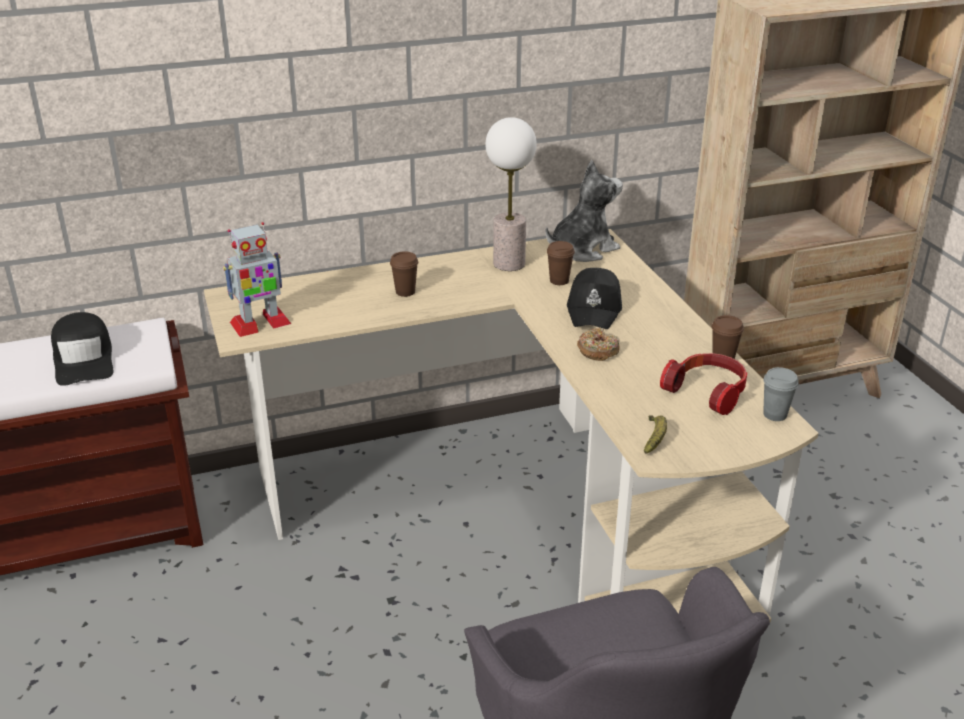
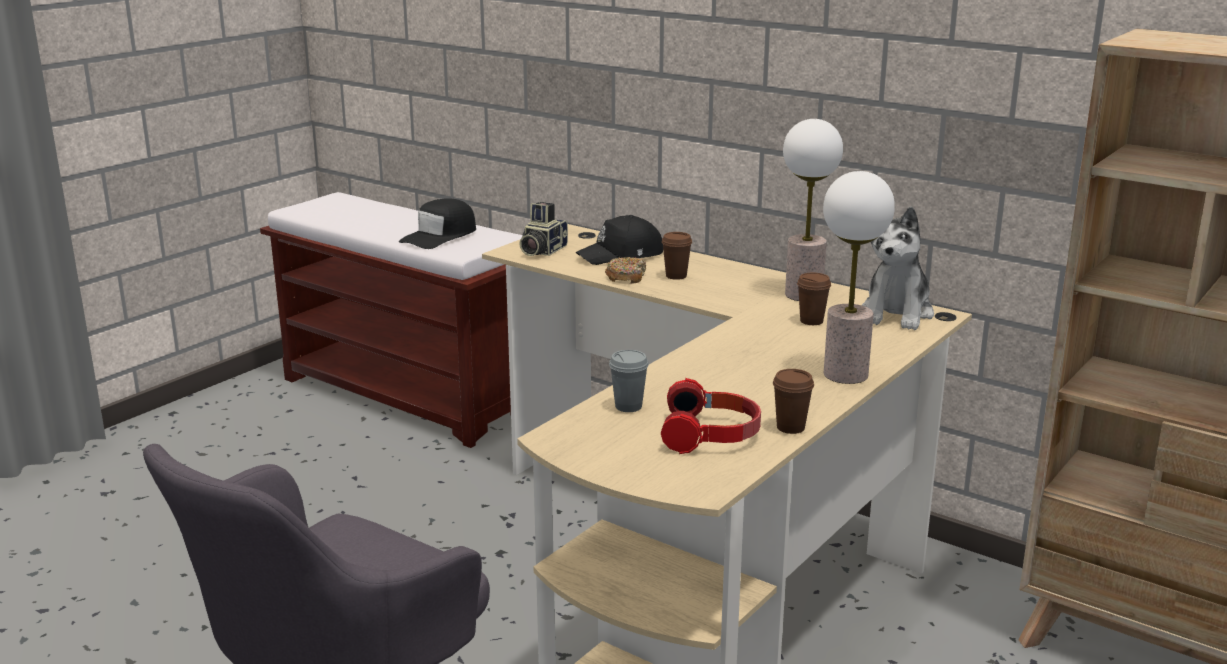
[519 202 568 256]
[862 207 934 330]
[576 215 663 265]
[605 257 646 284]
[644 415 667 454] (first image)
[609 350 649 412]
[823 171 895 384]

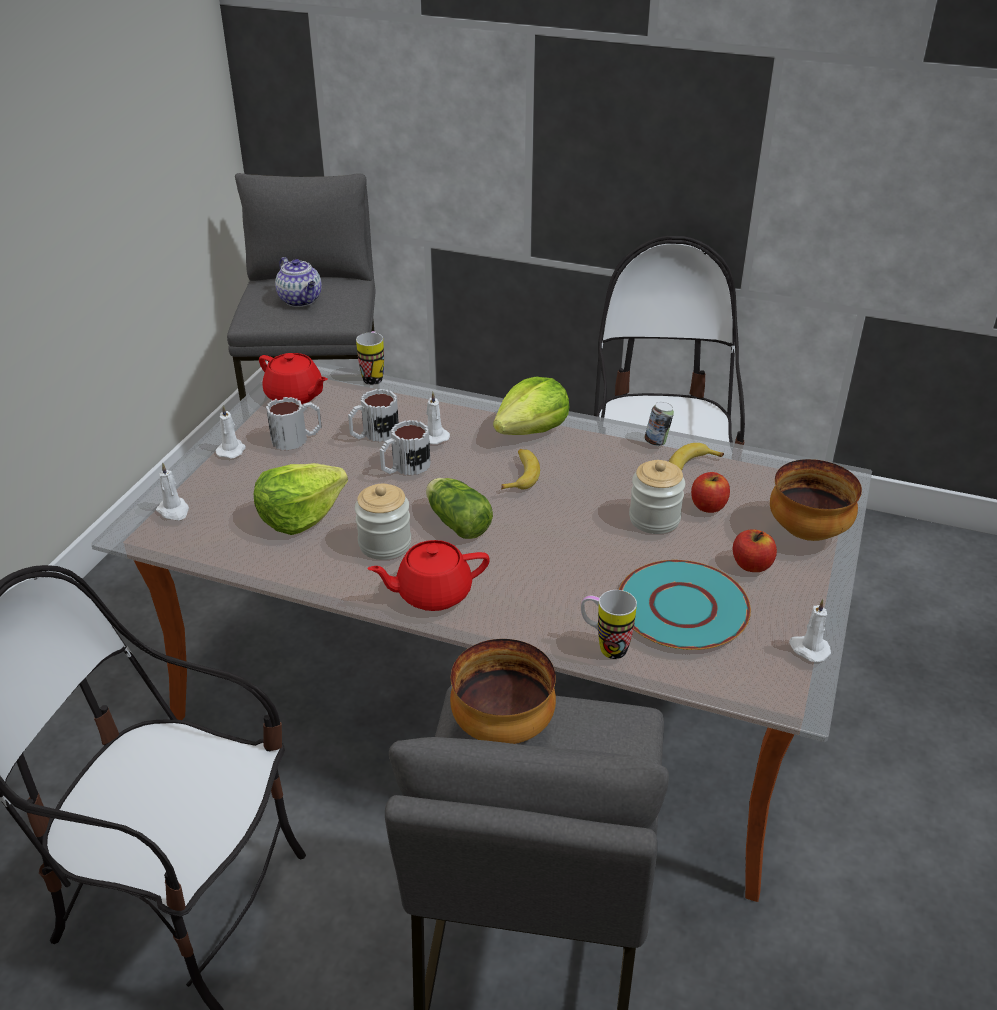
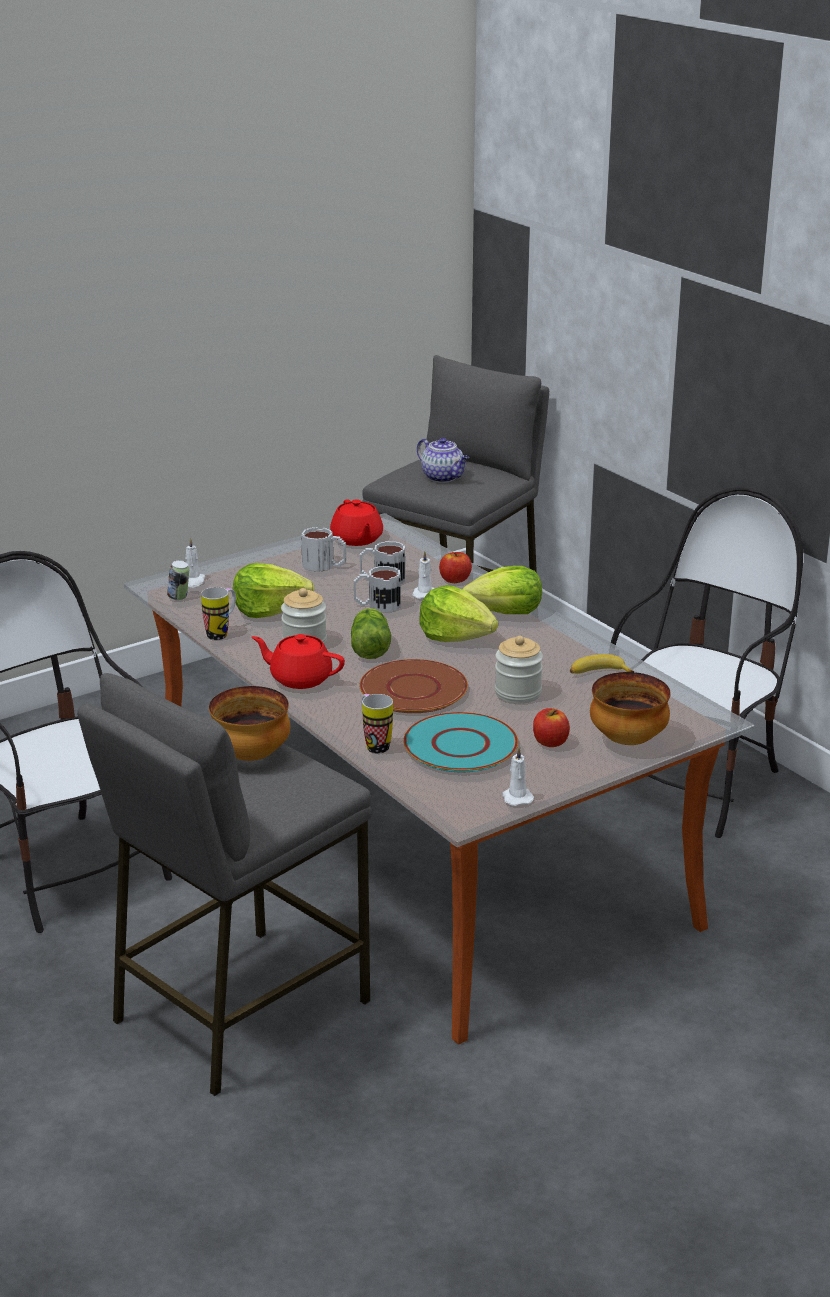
[216 405 246 458] (first image)
[417 438 469 483]
[201 587 236 640]
[419 585 498 642]
[167 560 189 600]
[439 552 472 583]
[359 659 468 713]

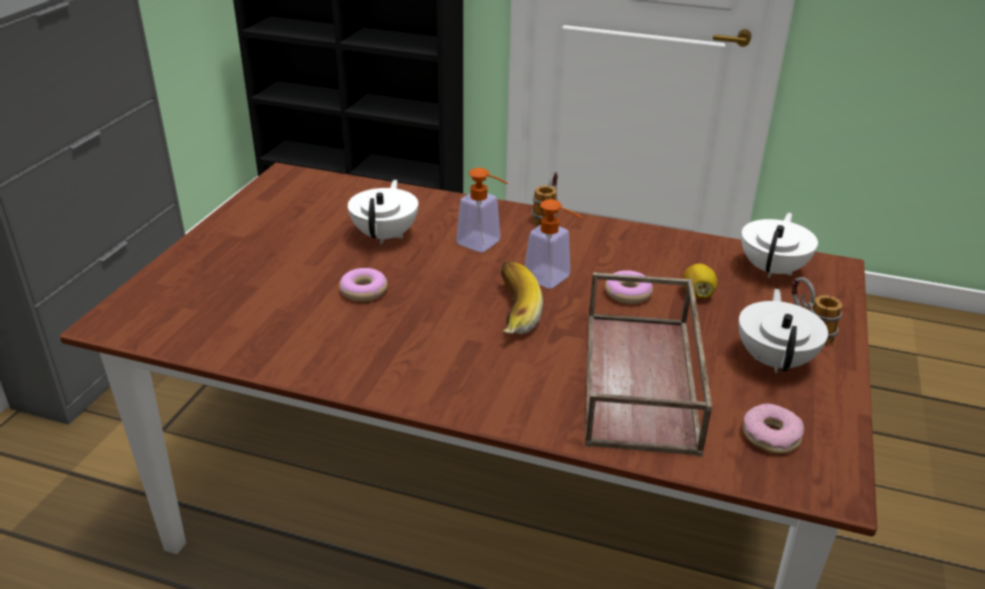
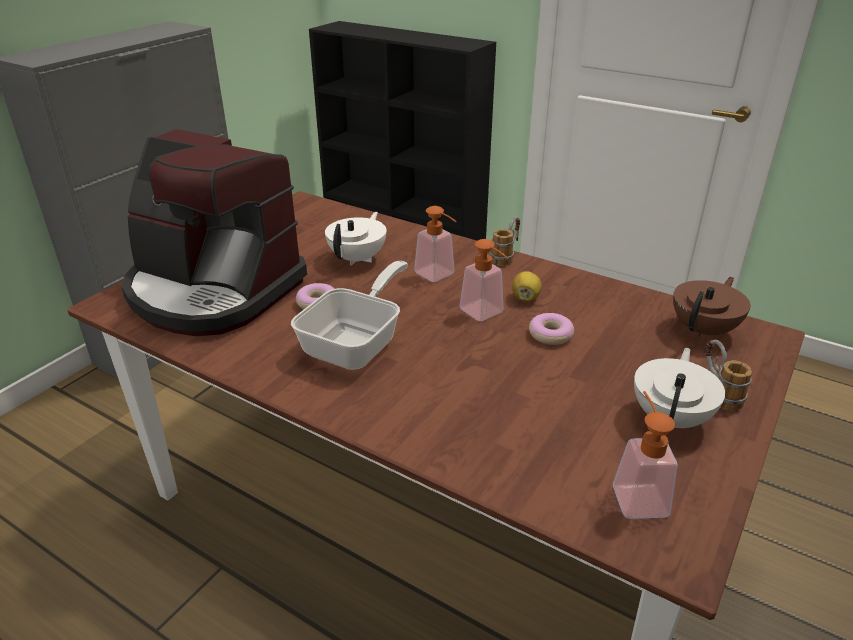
[501 262 543 334] (first image)
[585 272 712 457] (first image)
[512 271 542 302]
[673 277 751 338]
[613 391 677 519]
[121 129 307 336]
[291 261 408 370]

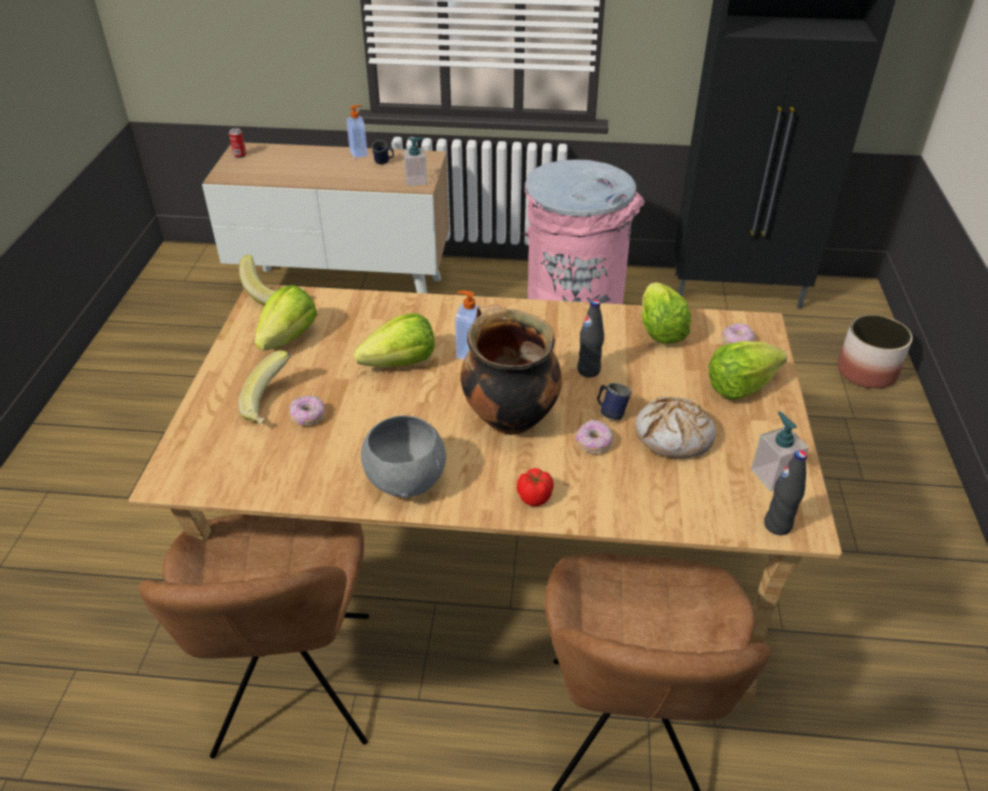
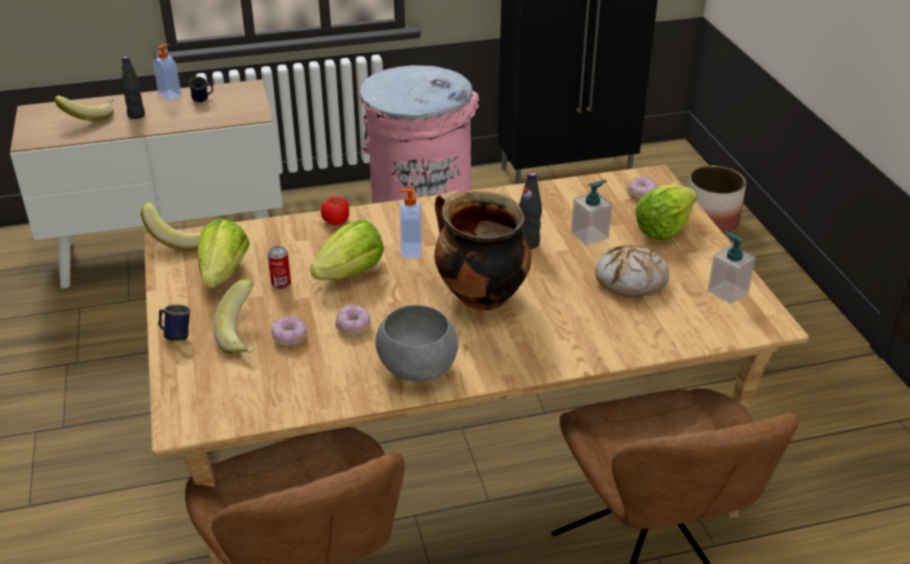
[268 246 291 289]
[571 180 612 246]
[321 196 349 225]
[335 305 371 335]
[158 305 190 341]
[641 282 691 344] (first image)
[122 56 145 119]
[55 96 114 121]

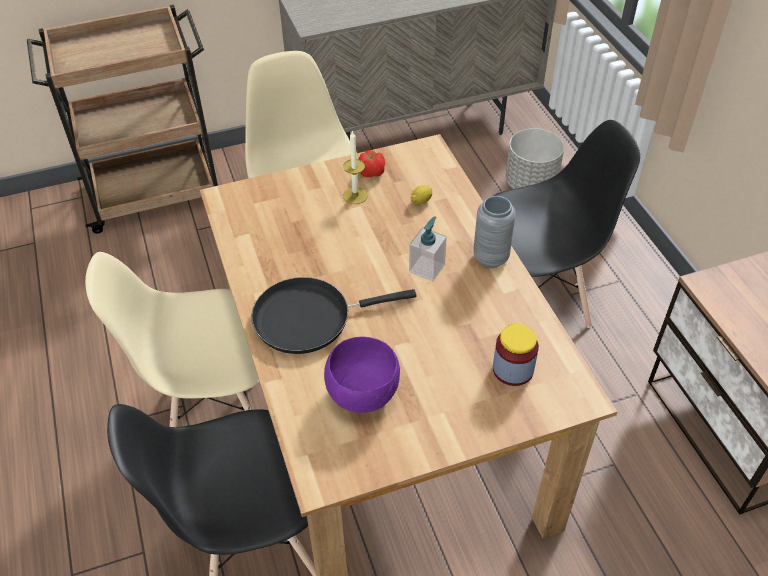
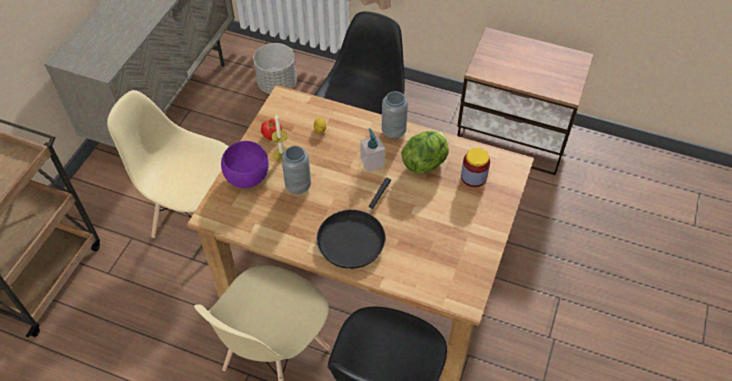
[221 141 269 188]
[281 146 311 194]
[401 131 449 174]

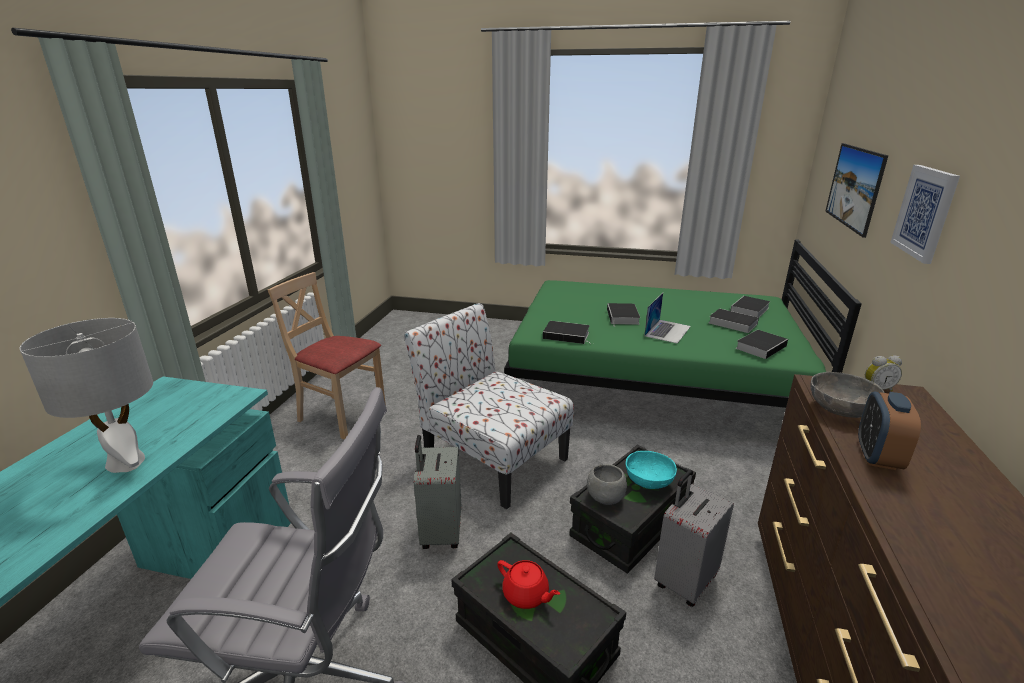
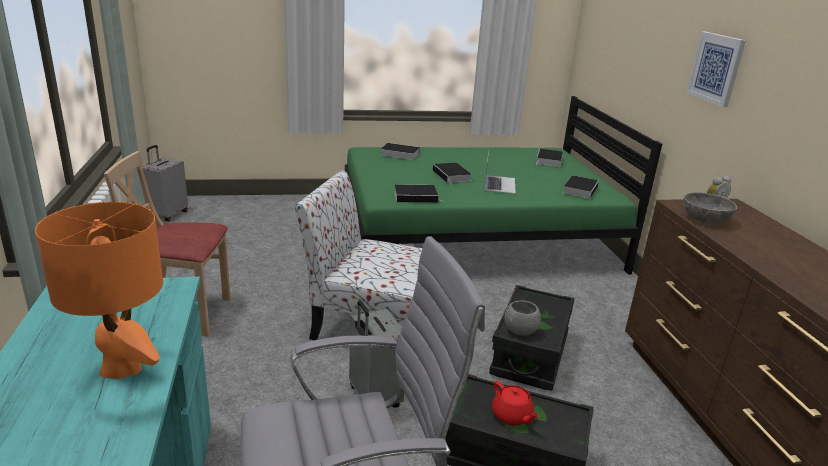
[35 202 163 379]
[492 381 540 425]
[626 451 677 489] (first image)
[142 145 188 221]
[381 143 420 160]
[825 143 888 238] (first image)
[858 392 921 470] (first image)

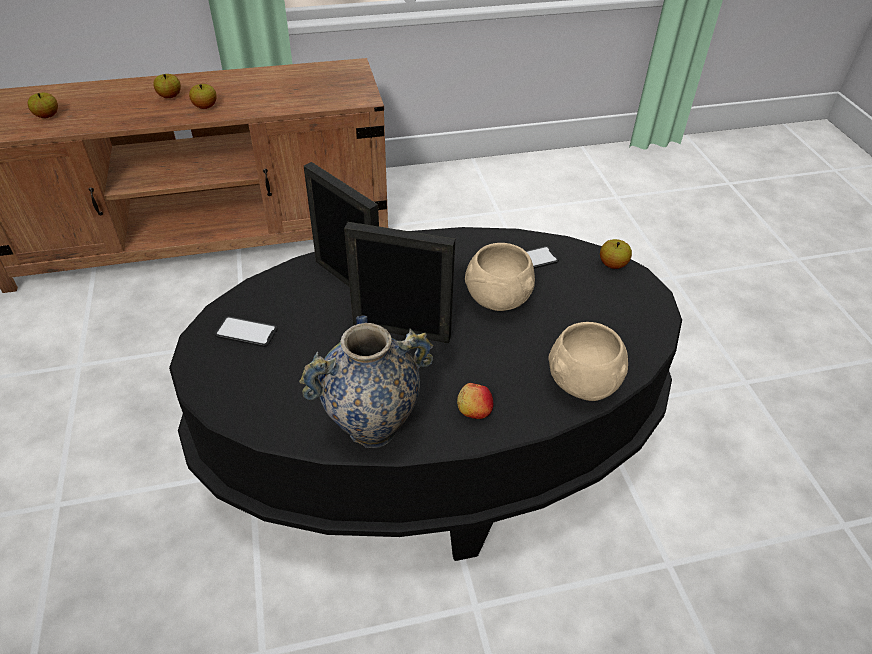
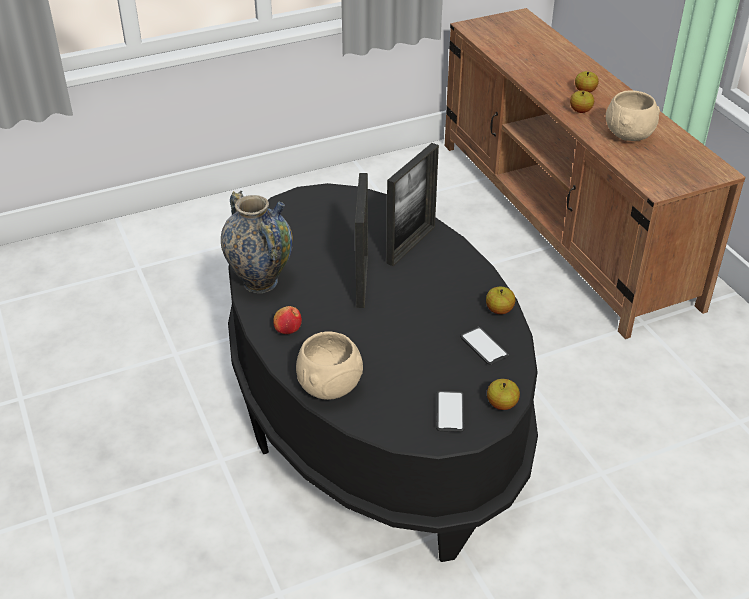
[486 287 515 314]
[436 390 464 432]
[606 90 660 141]

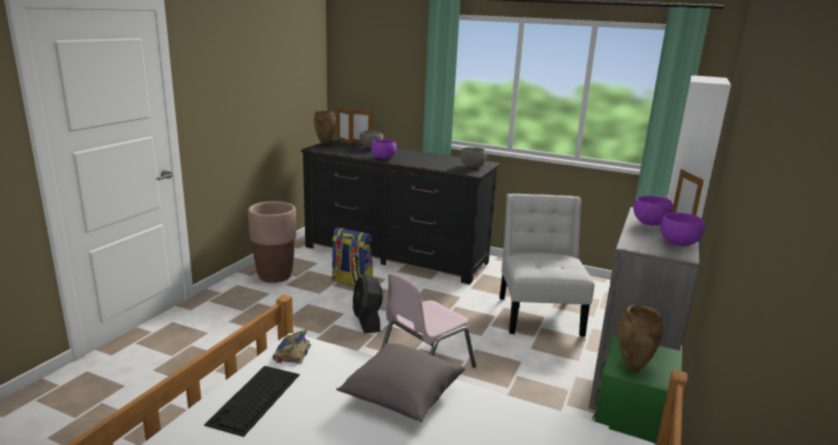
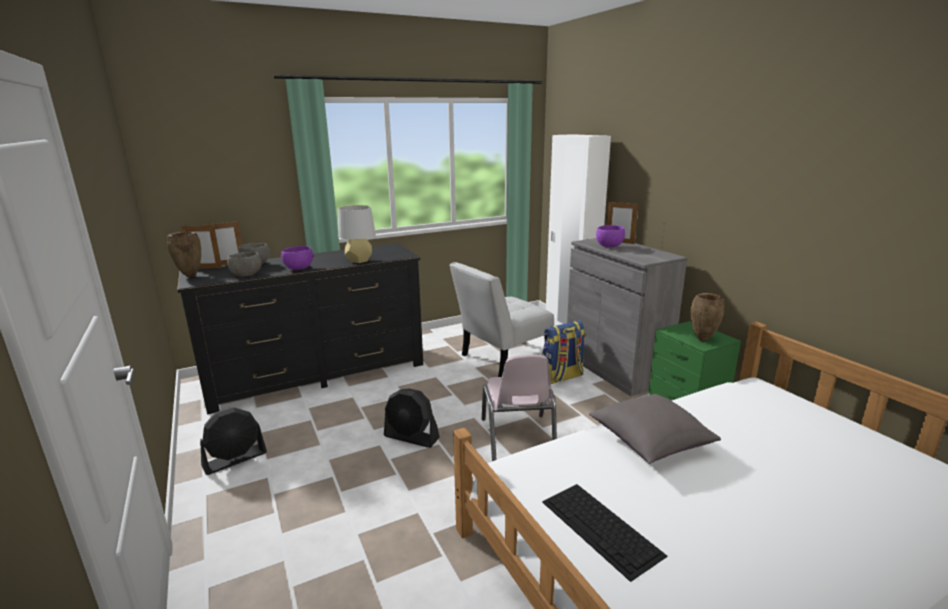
[200 408 267 475]
[273 329 311 364] (first image)
[542 321 585 384]
[227 252 261 277]
[449 262 554 377]
[660 213 705 246] (first image)
[338 205 376 263]

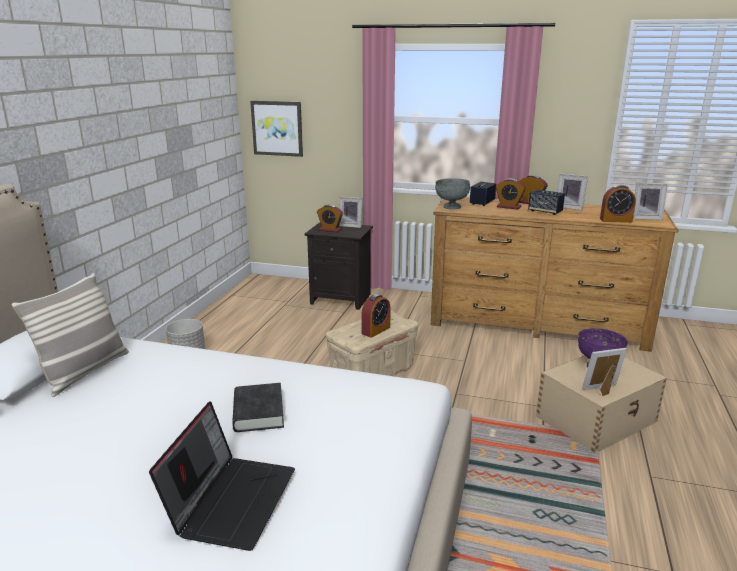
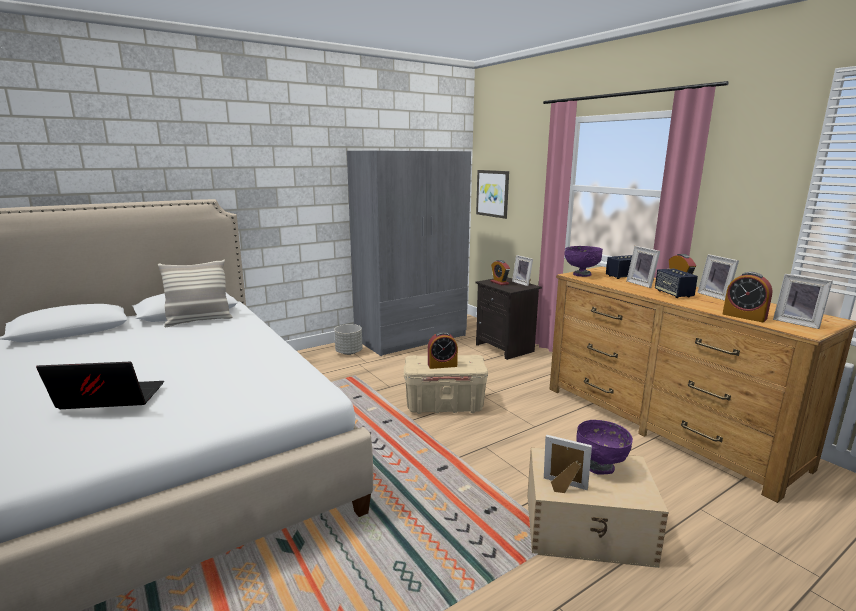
[36 362 164 409]
[232 383 284 432] (first image)
[565 246 603 277]
[626 246 660 288]
[347 151 471 356]

